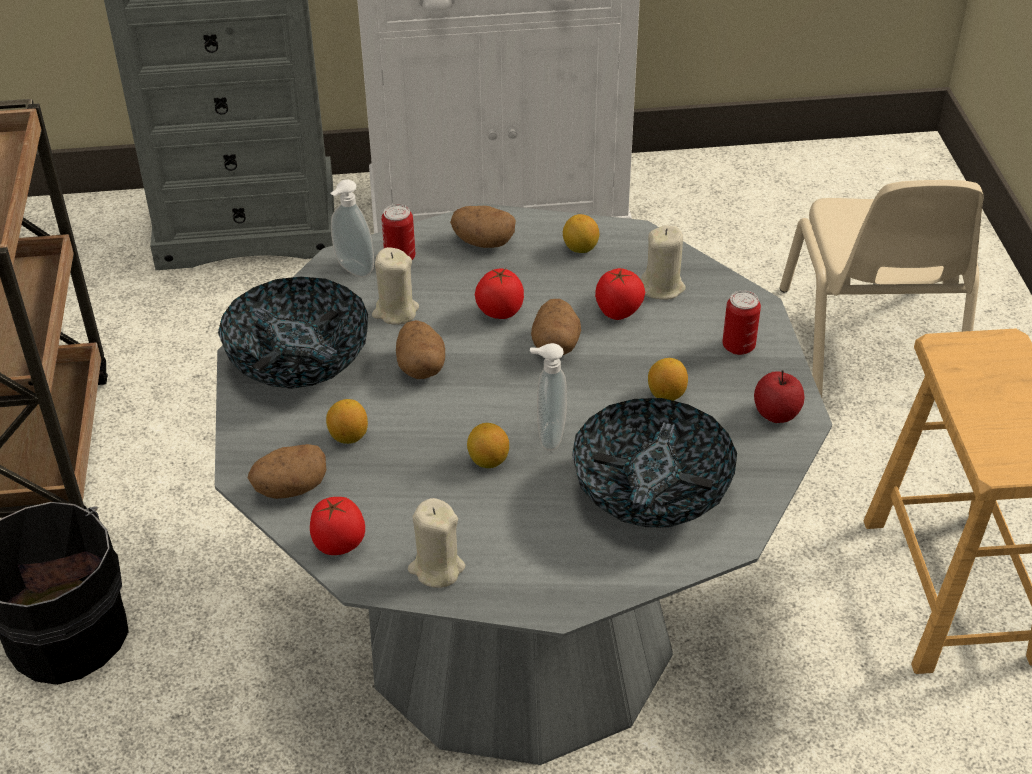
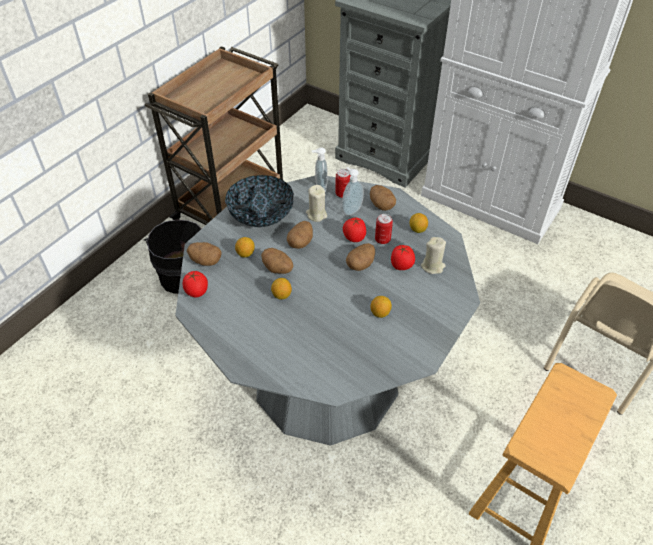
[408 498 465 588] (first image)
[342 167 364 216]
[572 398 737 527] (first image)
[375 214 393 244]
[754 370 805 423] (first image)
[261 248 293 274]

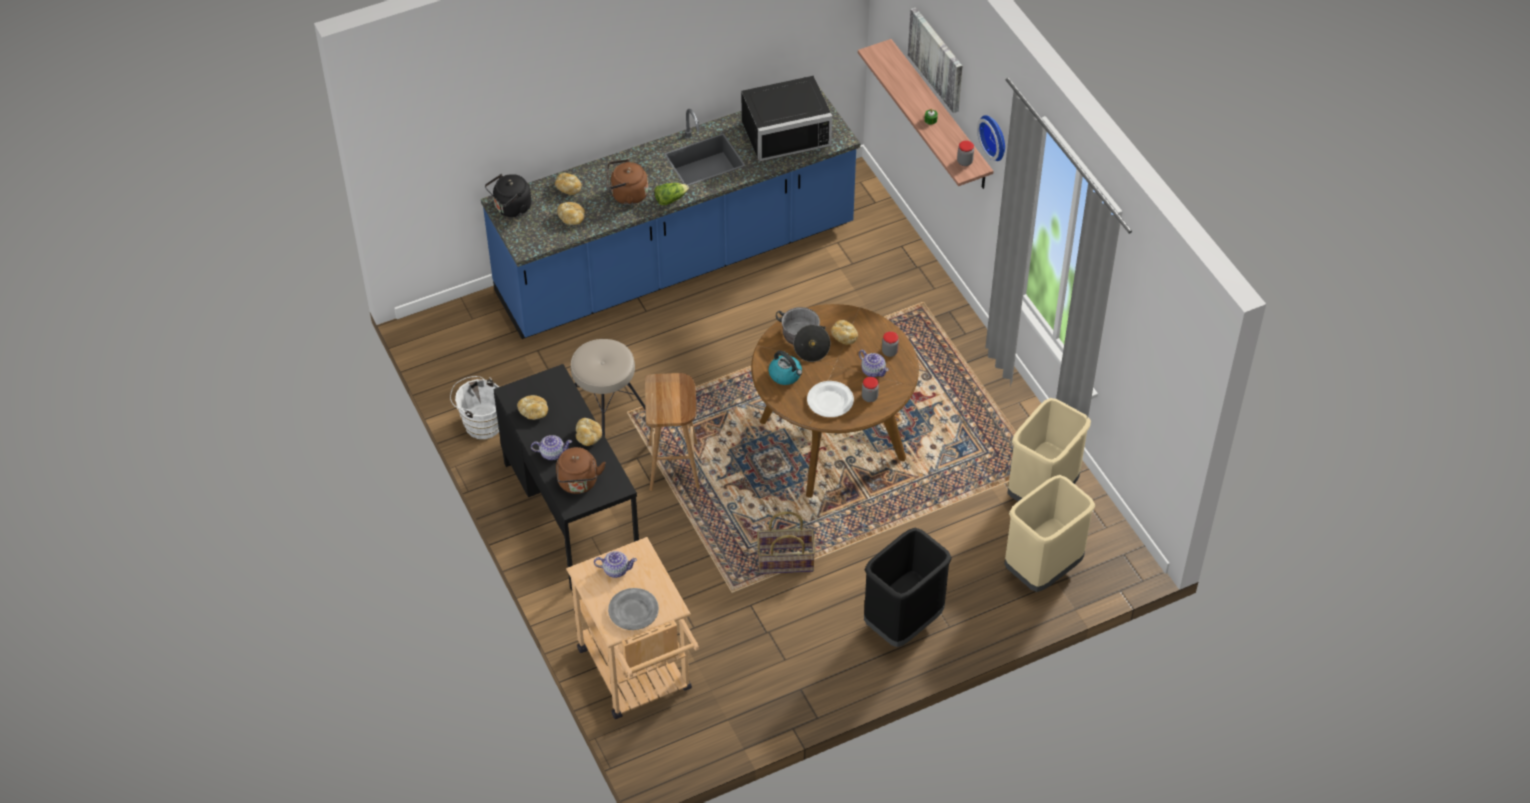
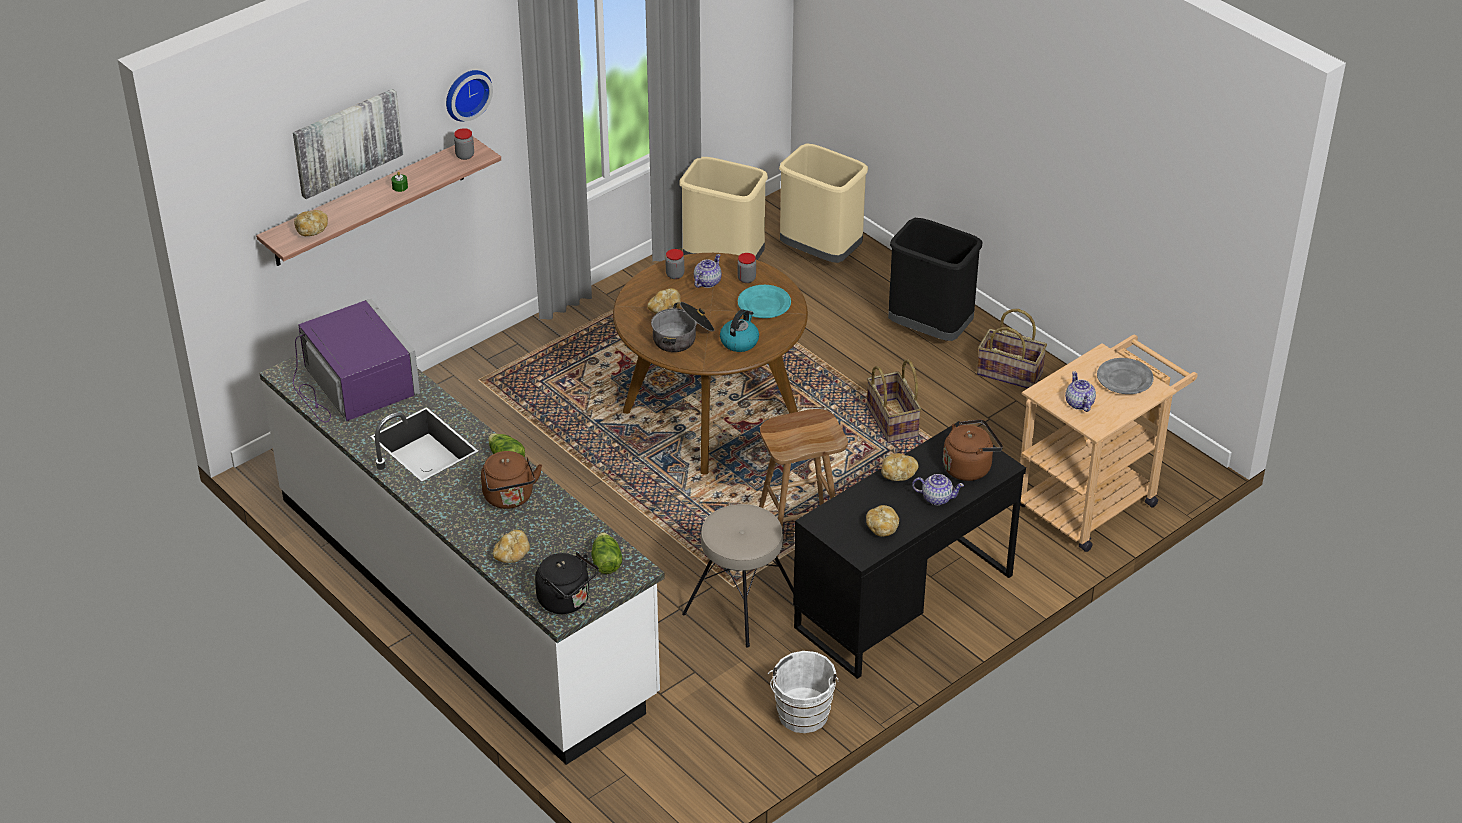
[259 352 665 765]
[912 474 964 505]
[294 210 328 236]
[293 298 420 423]
[738 285 791 318]
[591 532 622 574]
[977 309 1047 389]

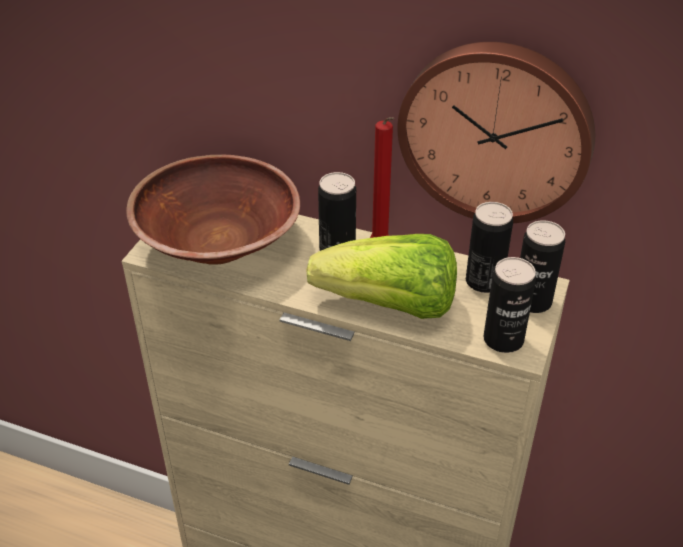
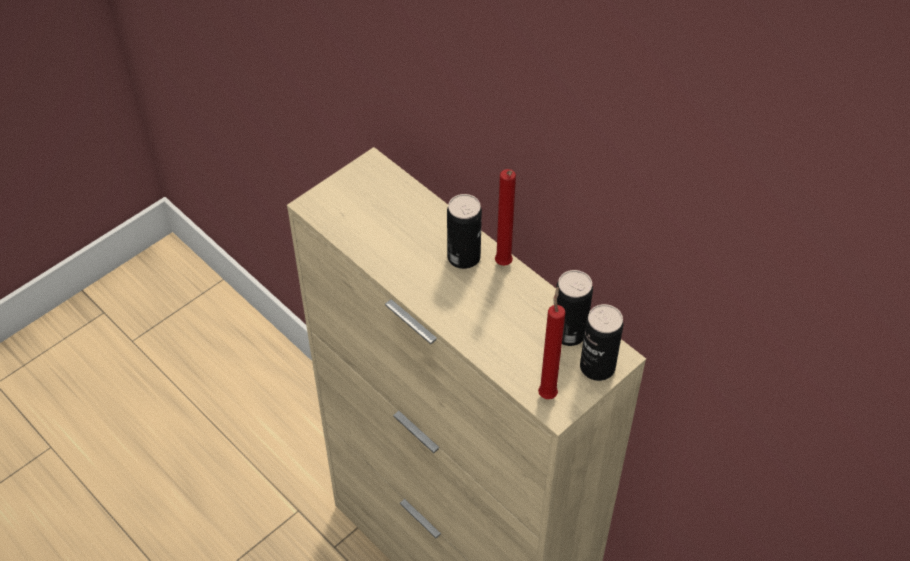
[126 155 300 265] (first image)
[307 234 457 319] (first image)
[397 42 595 224] (first image)
[538 287 565 399]

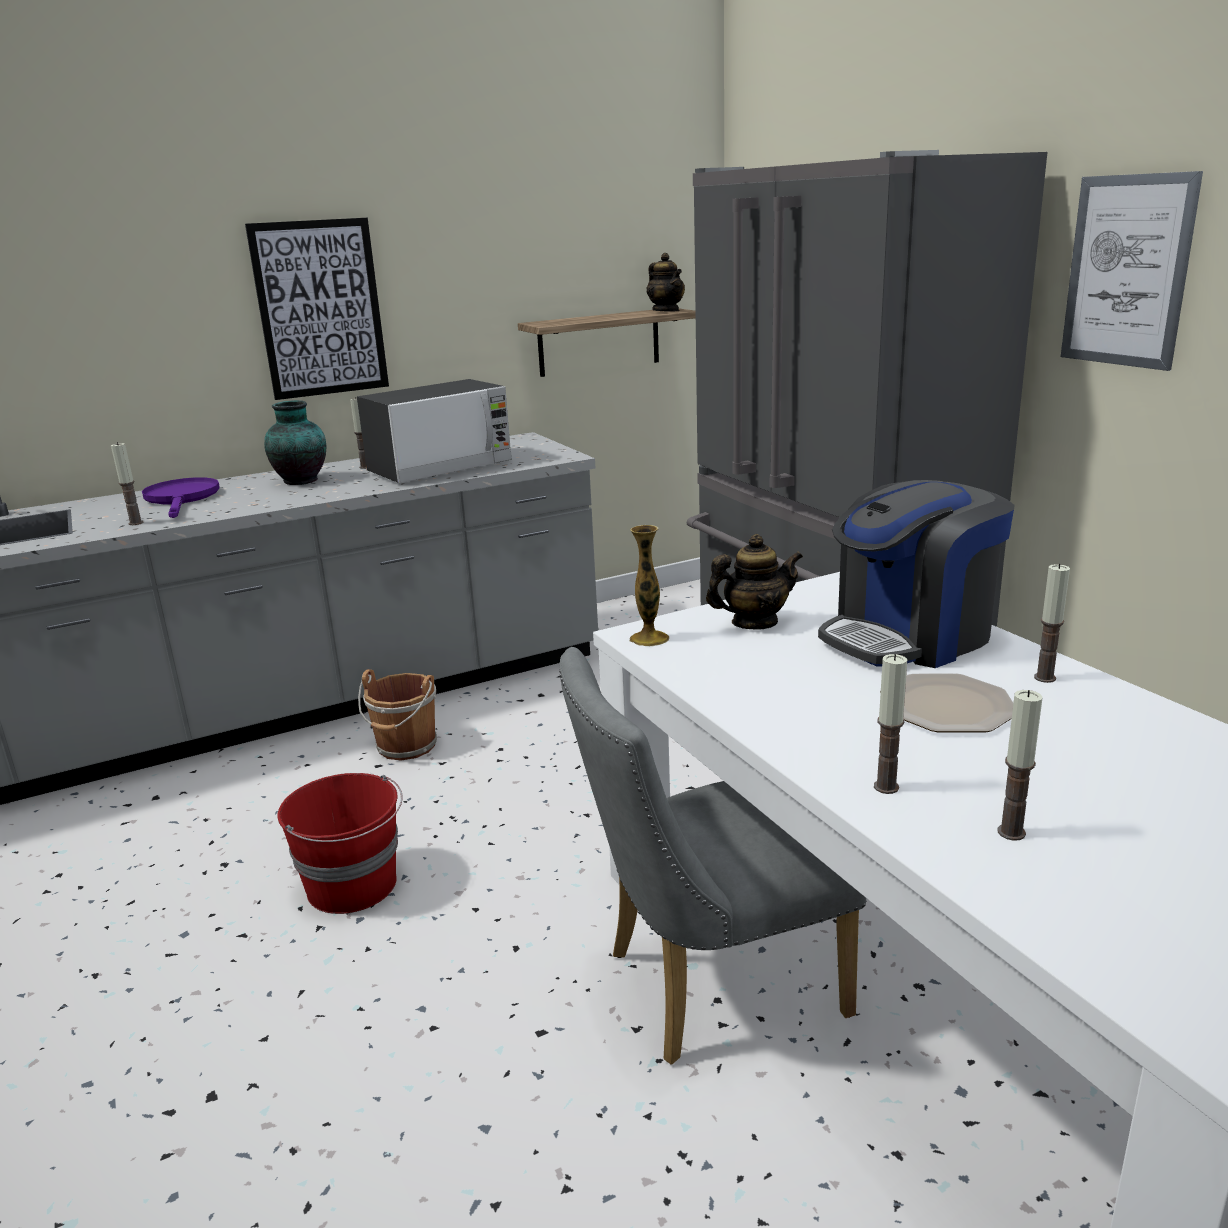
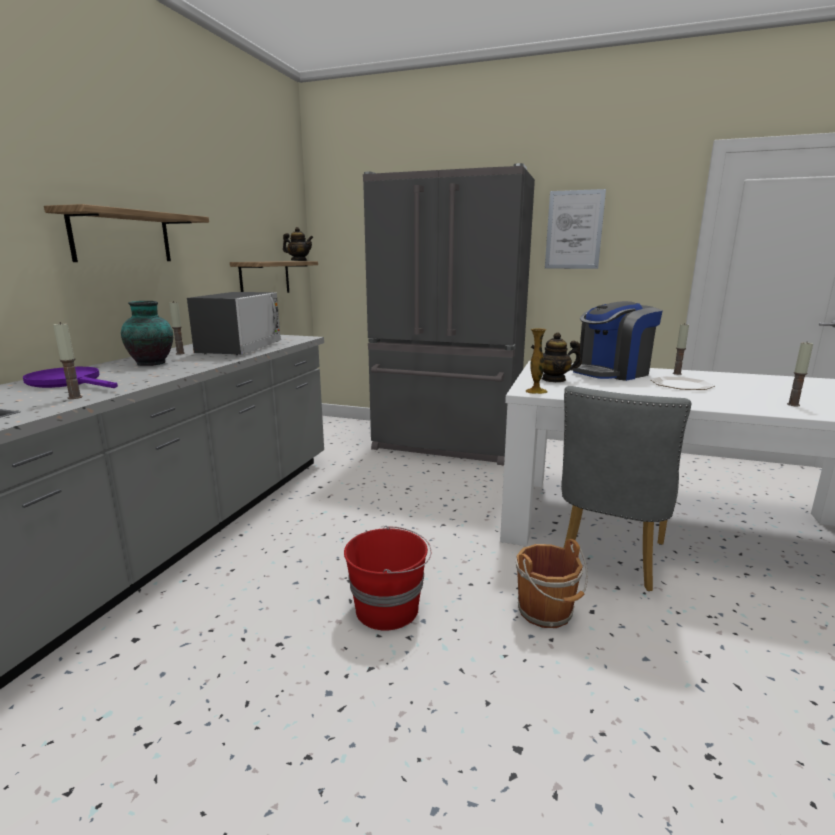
[44 204 209 262]
[516 539 588 628]
[531 332 582 382]
[571 301 663 381]
[874 654 907 794] (first image)

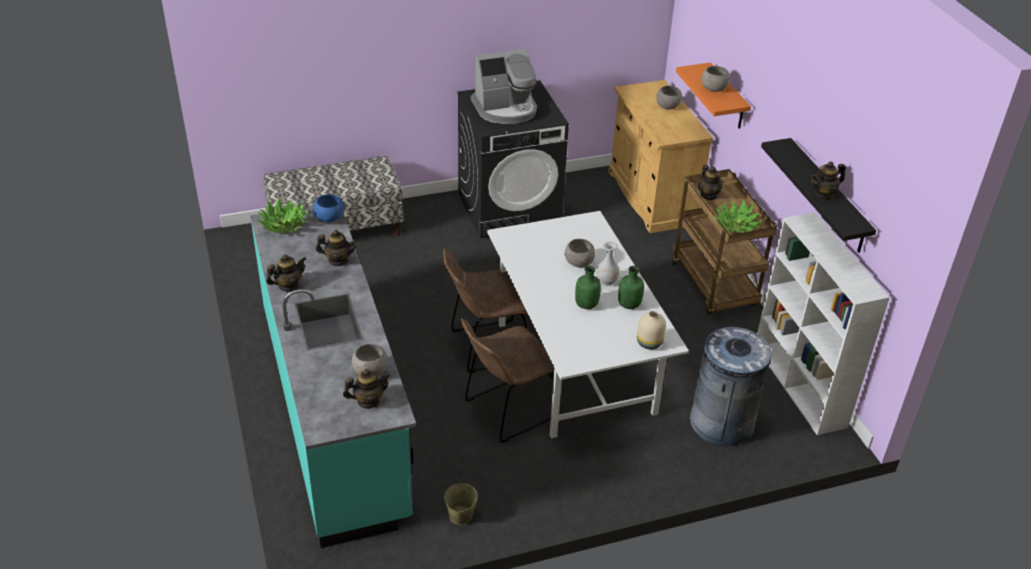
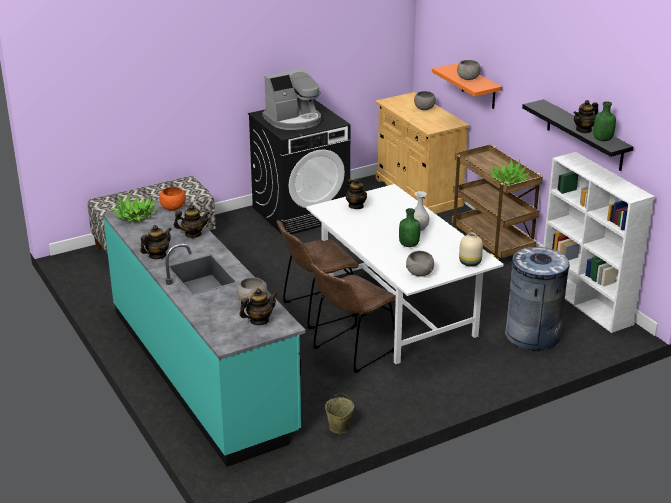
[159 187 186 211]
[406 251 434 277]
[593 101 616 141]
[346 179 367 209]

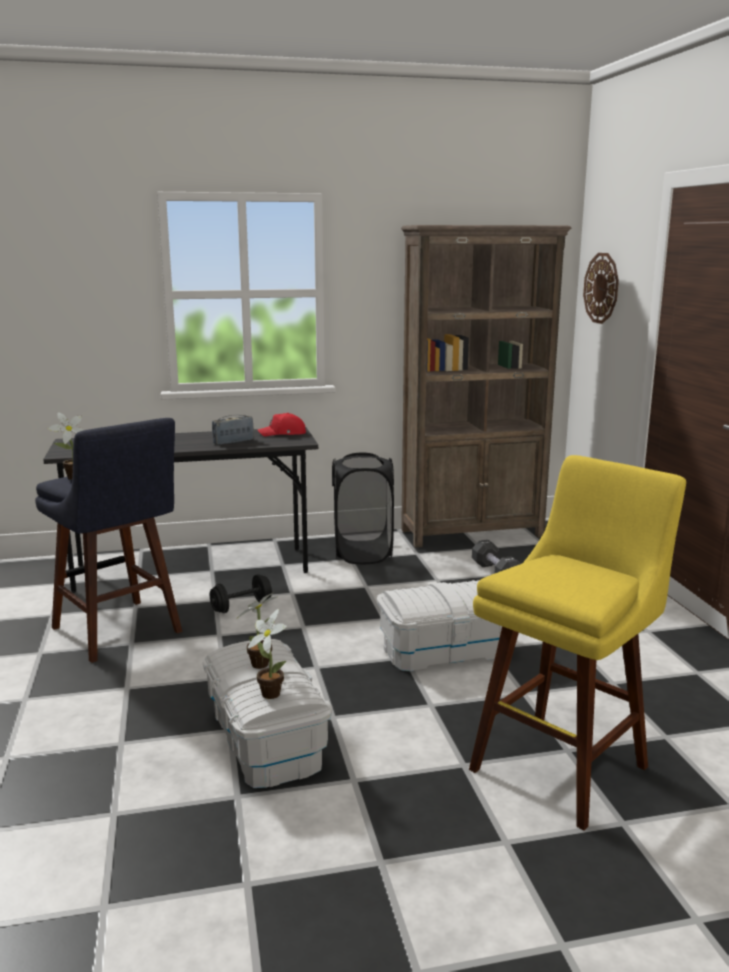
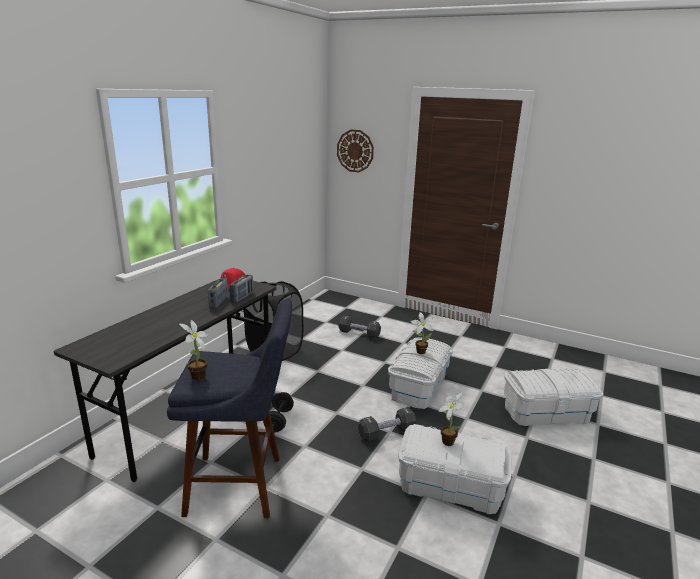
[411 312 433 354]
[401 225 571 548] (first image)
[504 369 603 426]
[229 275 253 303]
[358 407 417 442]

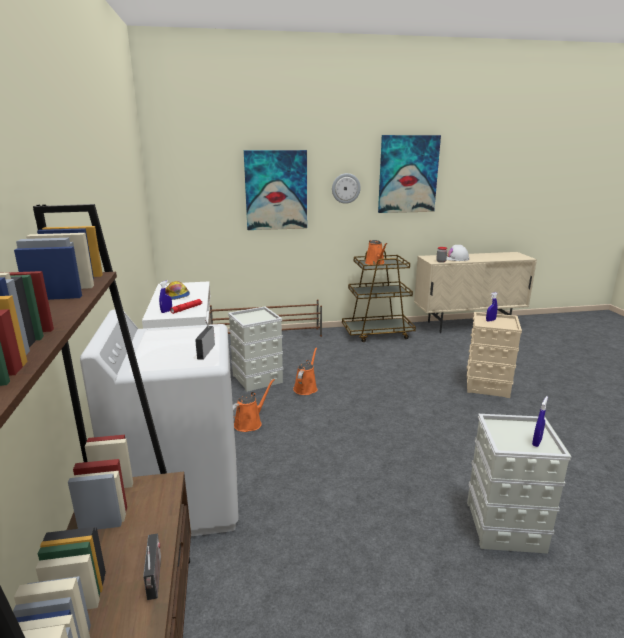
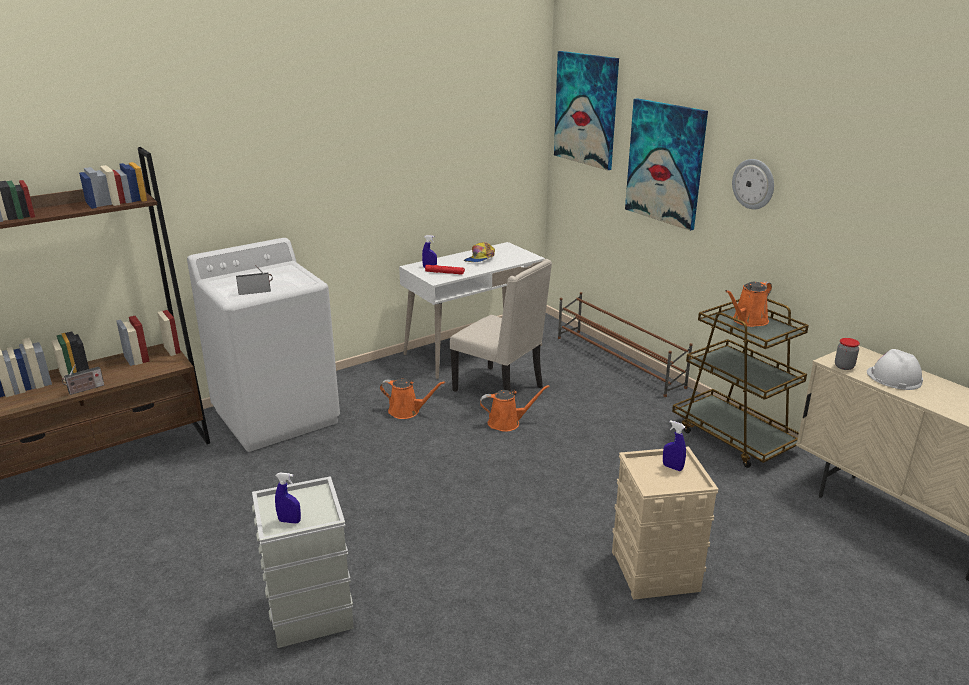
[450 259 552 392]
[554 51 619 170]

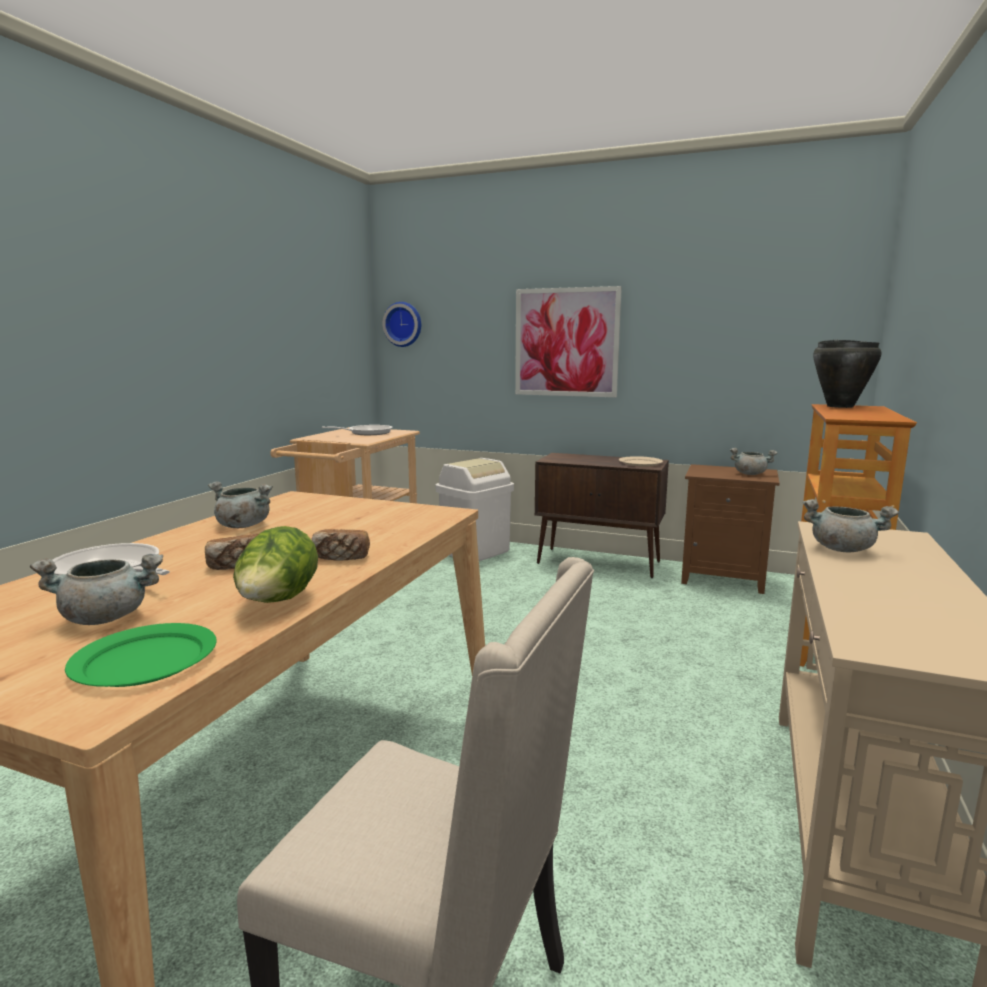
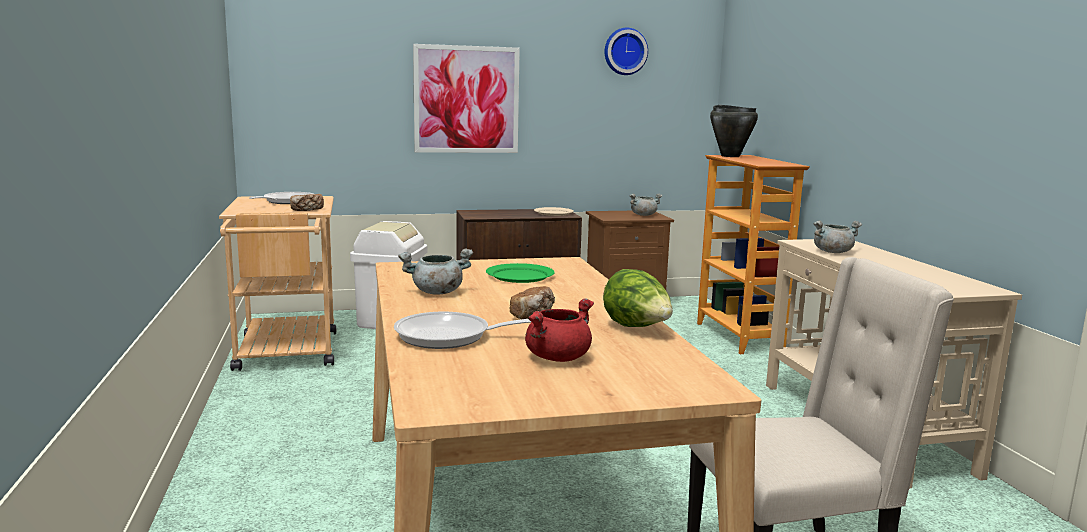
[525 298 594 362]
[486 263 555 283]
[290 194 324 211]
[605 28 648 75]

